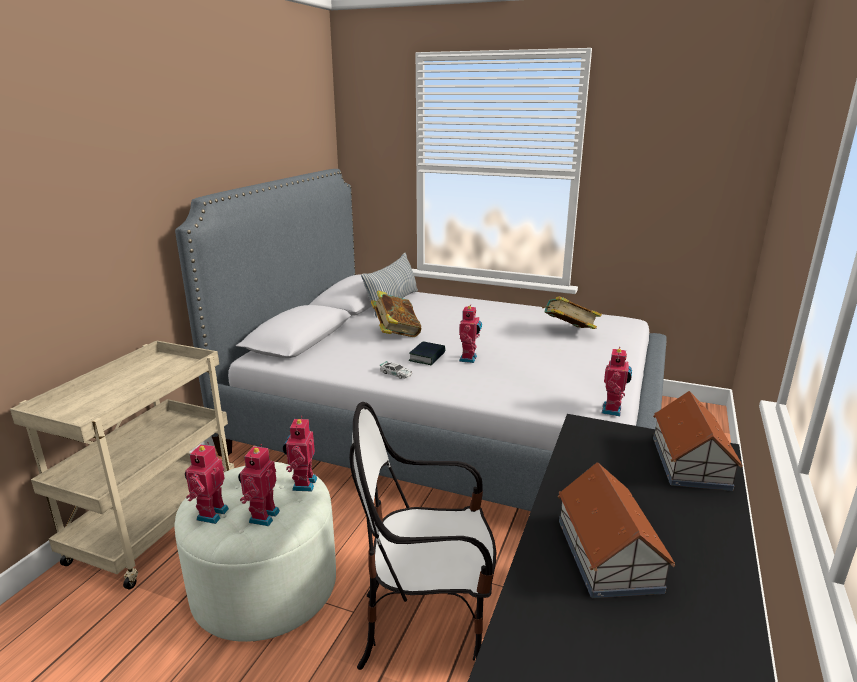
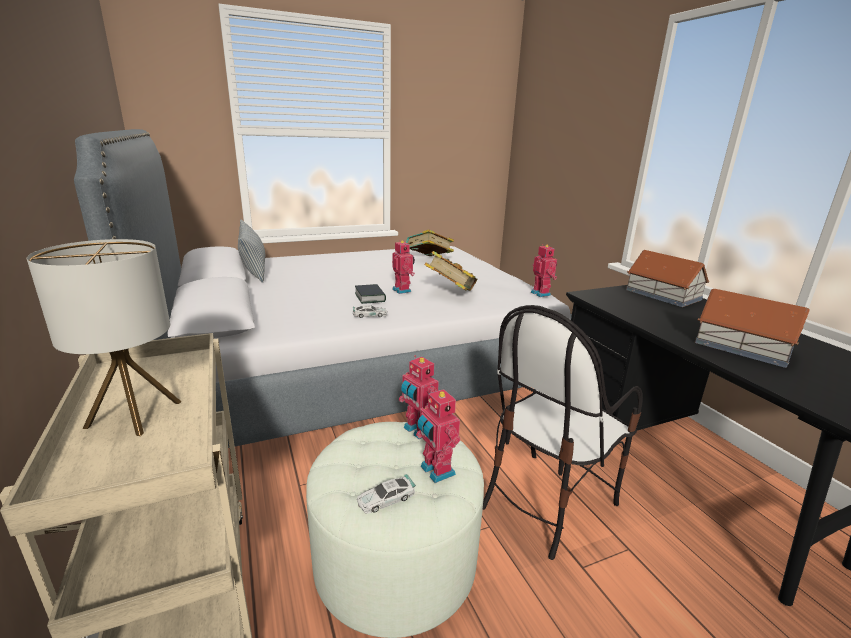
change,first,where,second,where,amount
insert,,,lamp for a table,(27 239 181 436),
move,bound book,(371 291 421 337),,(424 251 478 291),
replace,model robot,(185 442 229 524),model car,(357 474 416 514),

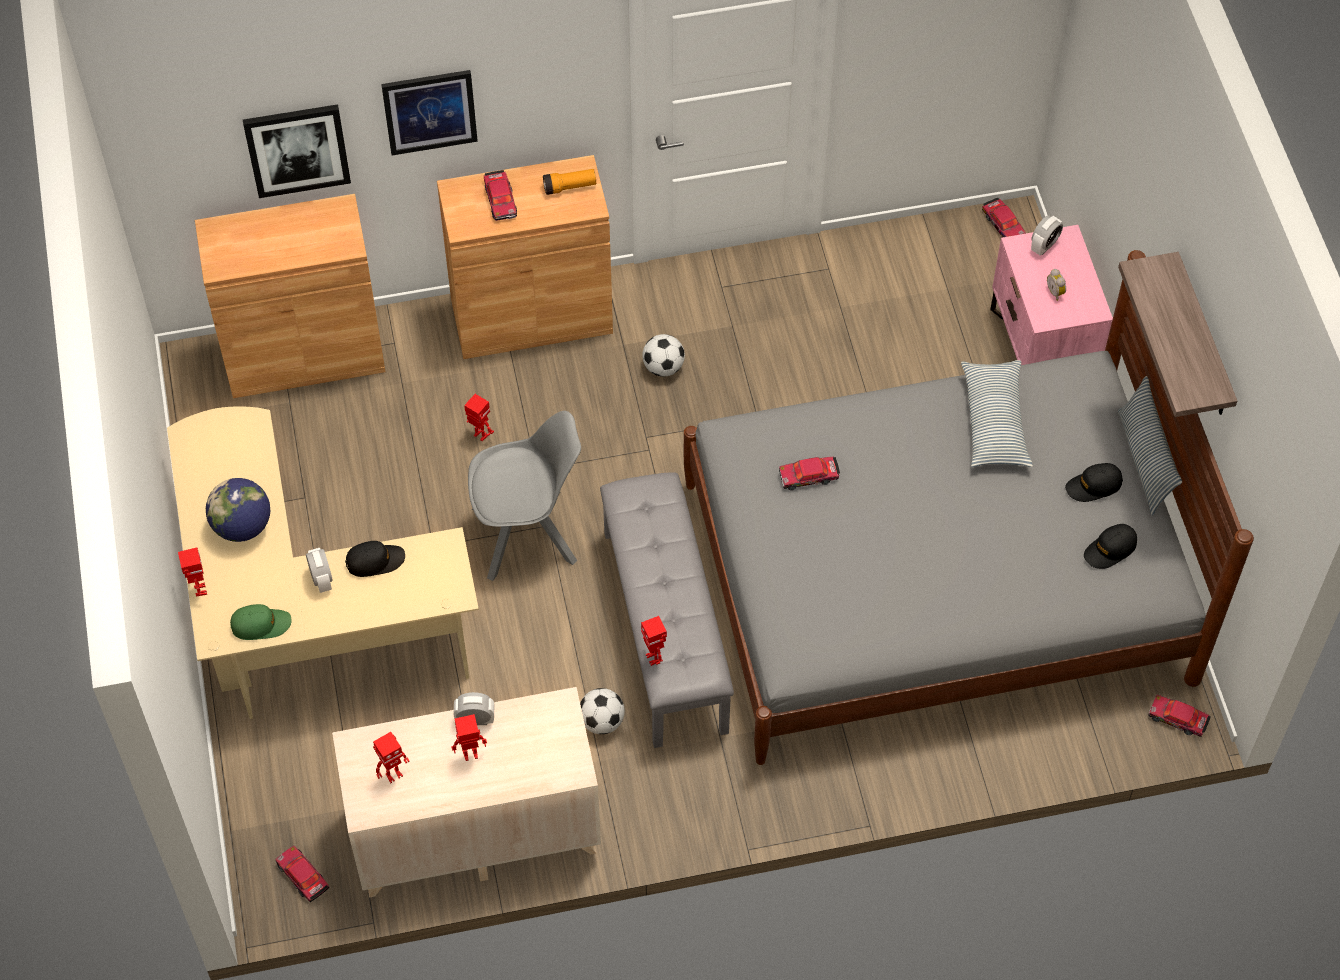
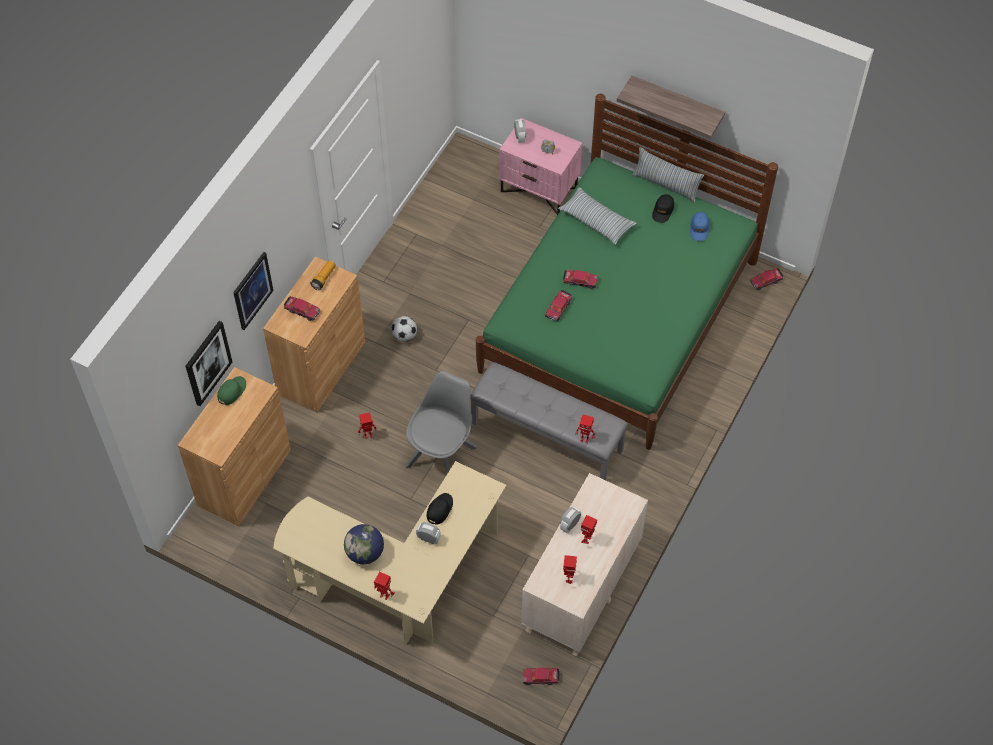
change,first,where,second,where,amount
delete,football ball,(580 688 625 734),,,
move,greenish baseball cap,(230 604 291 640),,(217 376 246 405),
move,model car,(982 198 1026 237),,(563 270 598 289),
recolor,gray bedroom bed,(684 250 1254 765),greenish bedroom bed,(476 93 778 450),
recolor,blackish baseball cap,(1084 524 1137 569),blue baseball cap,(690 212 709 241),

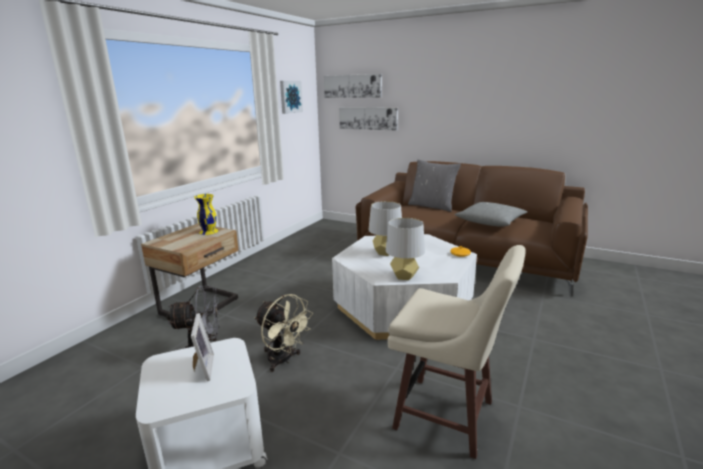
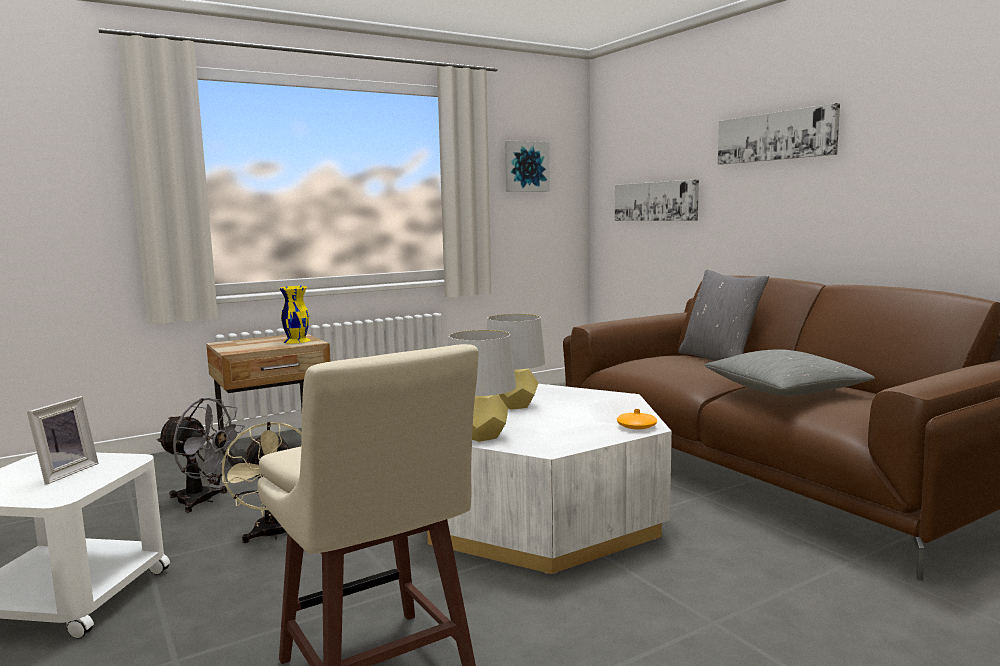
change,first,where,second,where,amount
move,wall art,(324 74 382 98),,(718 103 840 165),

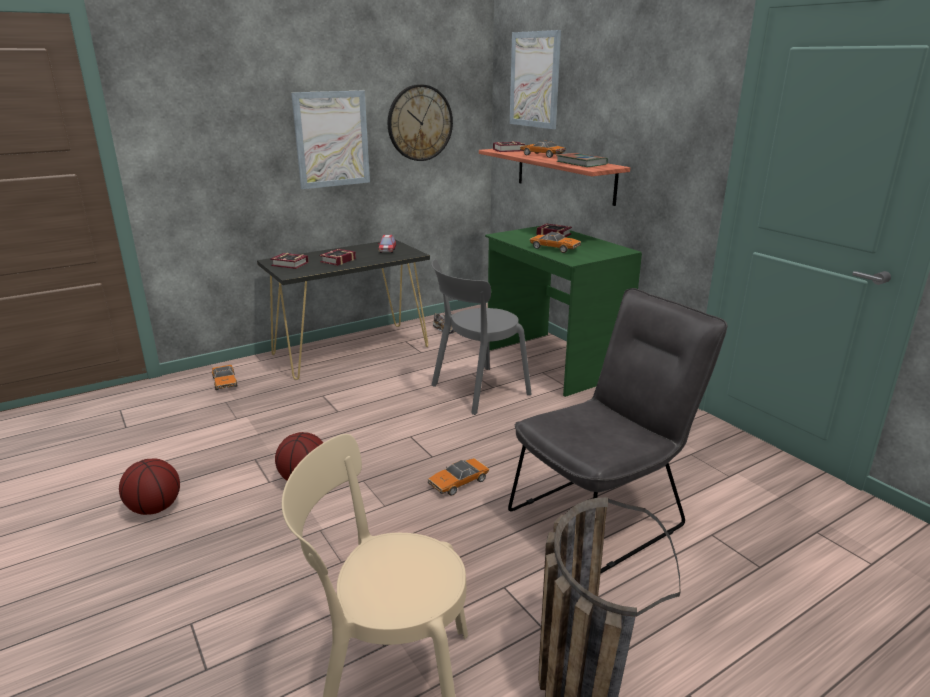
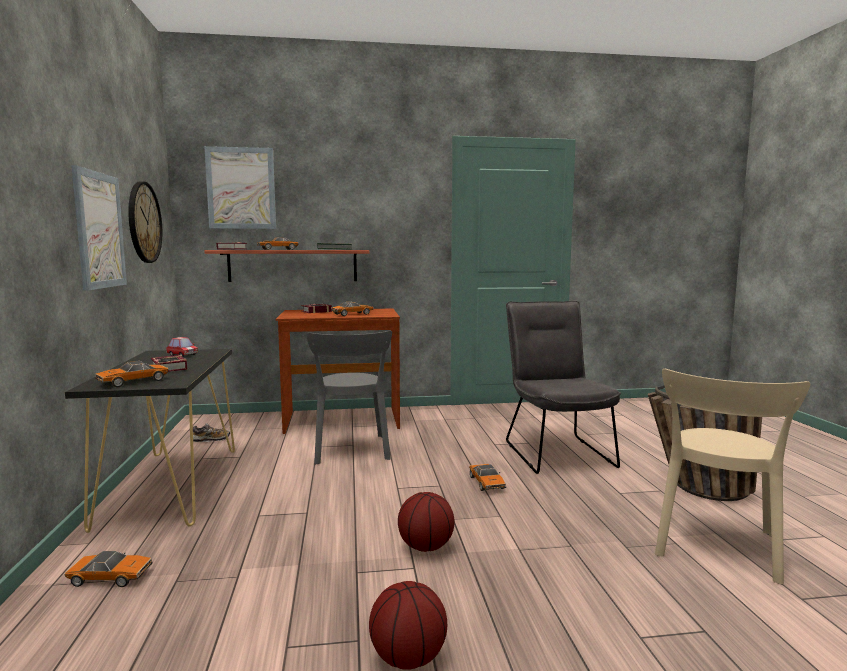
change,first,where,second,where,amount
replace,bound book,(270 253 309 269),model car,(95 361 168 387),
recolor,greenish desk table,(485 226 642 397),brownish desk table,(276 309 400 434),

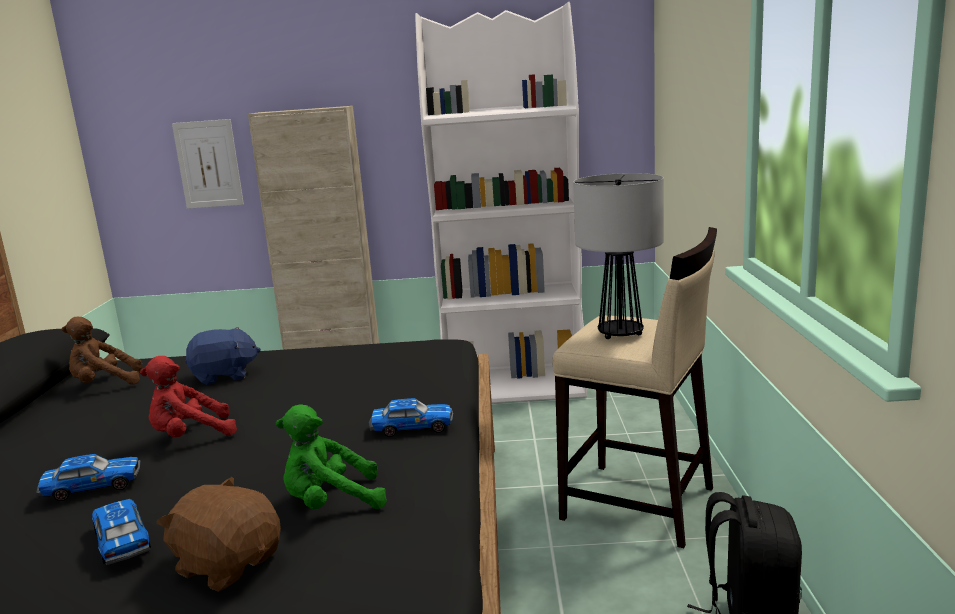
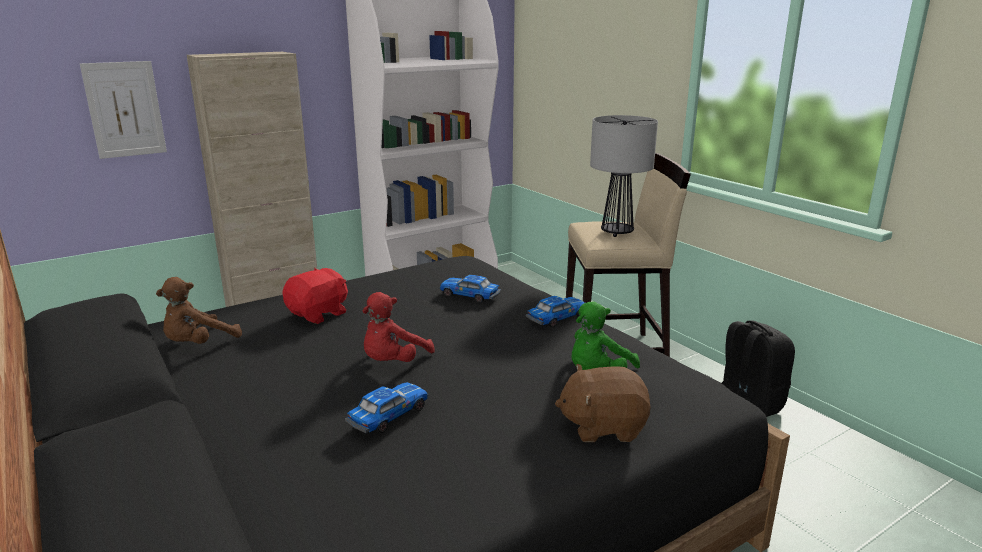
change,first,where,second,where,amount
move,model car,(92 499 151 565),,(439 275 501 303),
recolor,blue plush toy,(185 327 261 385),red-coloured plush toy,(282 268 348 324),

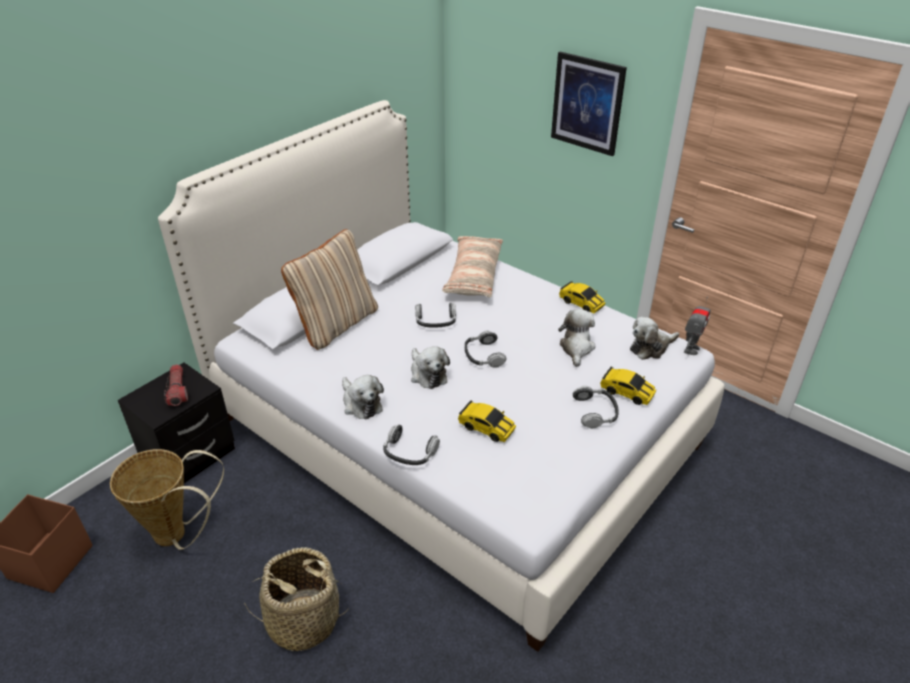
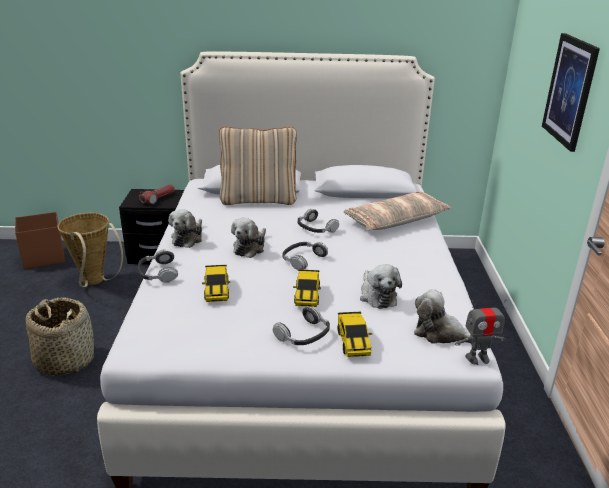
change,first,where,second,where,amount
move,model car,(559 281 605 313),,(293 269 321 307),
rotate,plush toy,(558 309 596 367),,(360 264 402 309),105 degrees clockwise

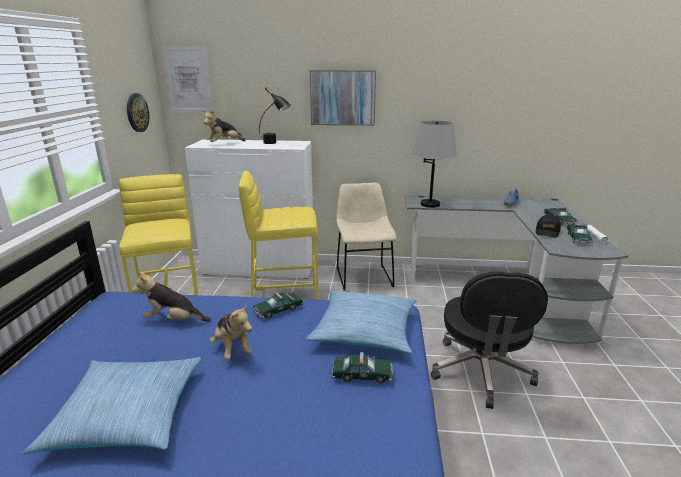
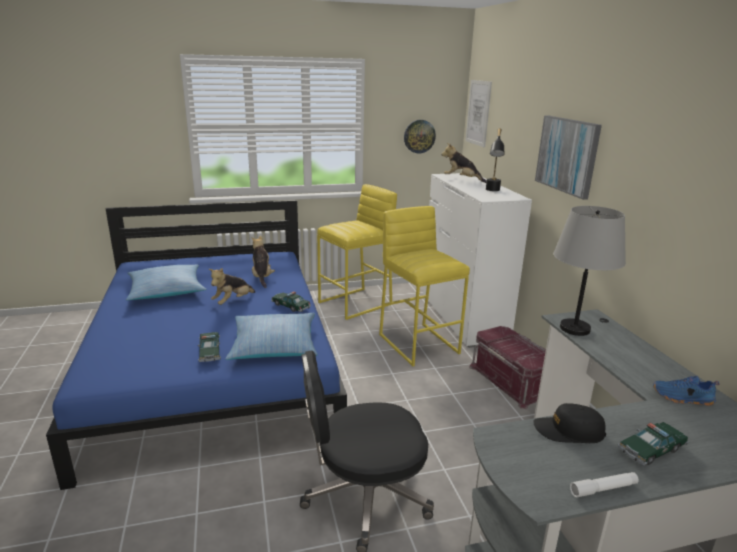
change,first,where,second,where,amount
delete,model car,(566 224 593 244),,,
replace,beige upright chair,(336 182 397 291),red-coloured storage bin,(469 326 546 409),

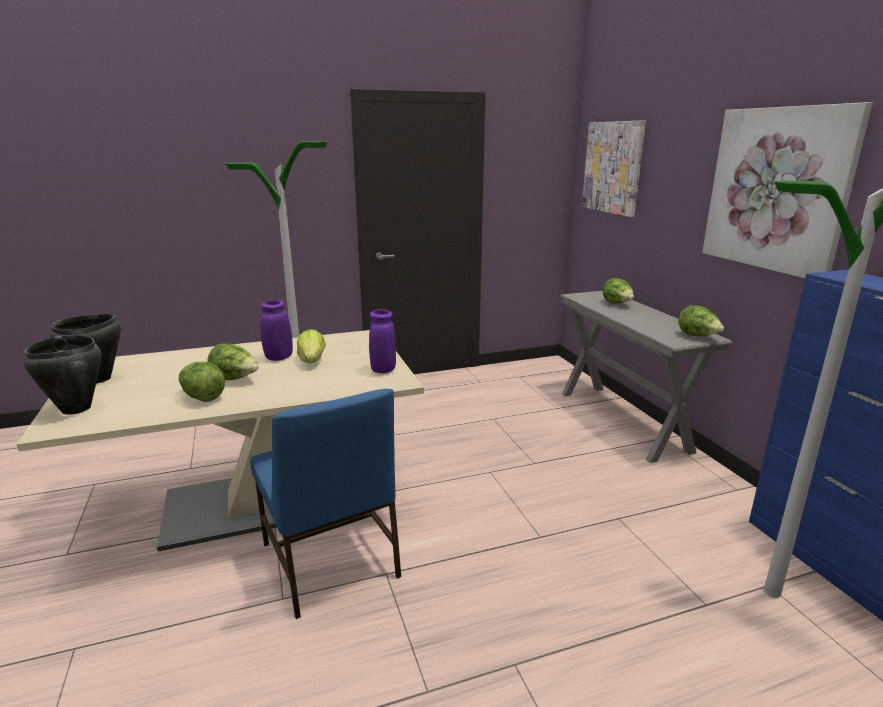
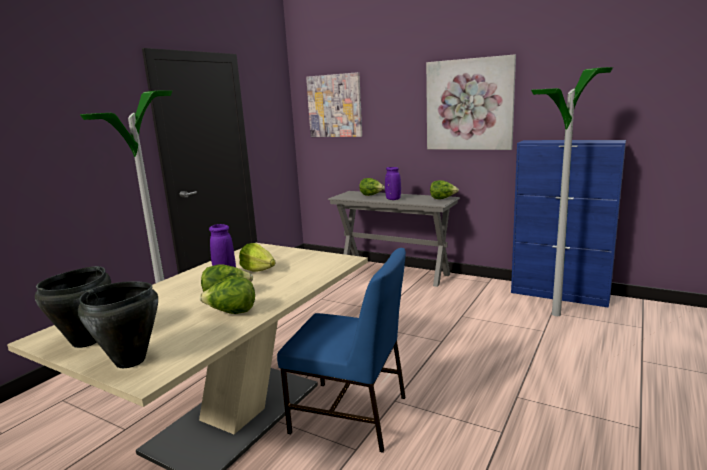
change,first,where,second,where,amount
move,purple-coloured flower vase,(369 309 396 373),,(385 167 401 200),

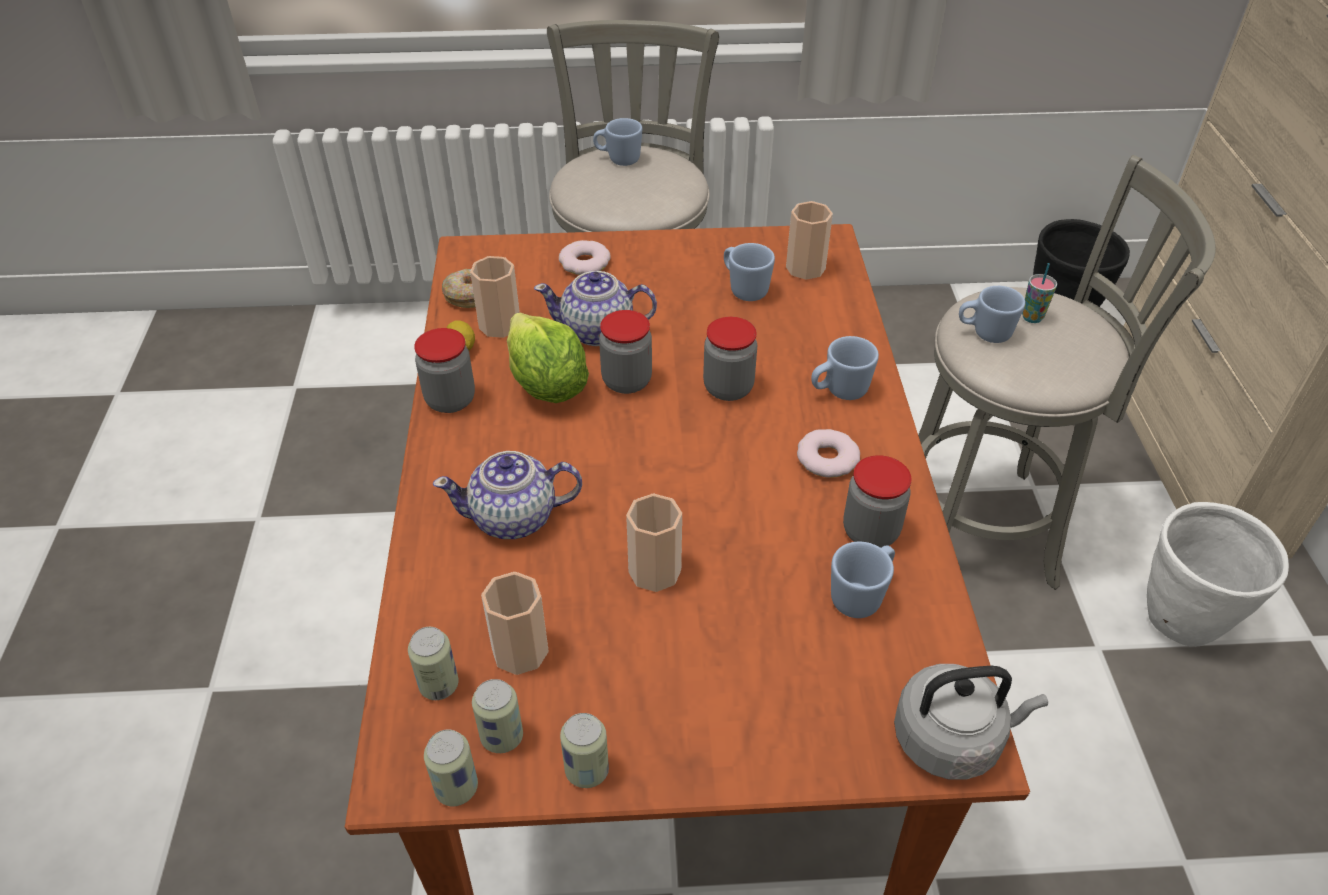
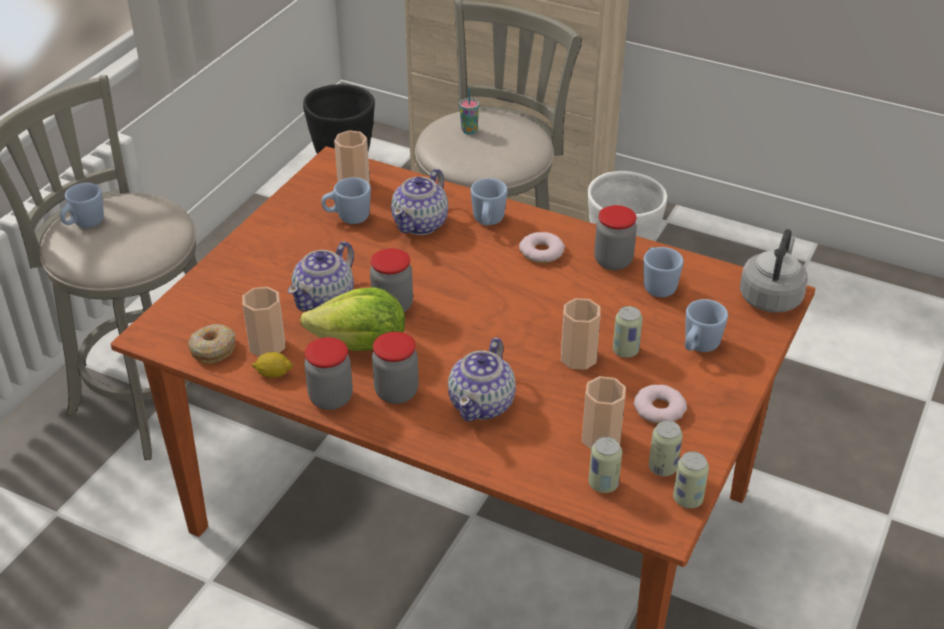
change,first,where,second,where,amount
insert,,,pot for tea,(391 169 448 235),
move,doughnut,(559 240 611 275),,(634 385 687 424),
move,metal can,(560 713 609 788),,(613 306 643 358),
move,jar,(703 317 757 401),,(372 332 419 404),
move,blue mug,(959 286 1025 343),,(685 299 728 352),

